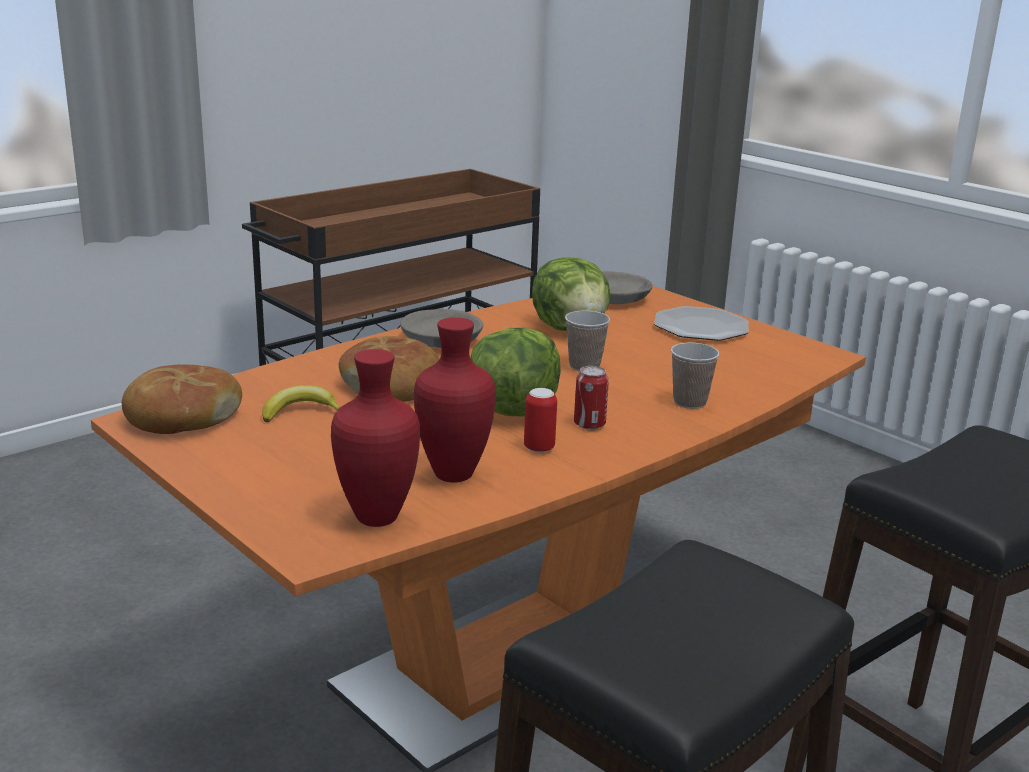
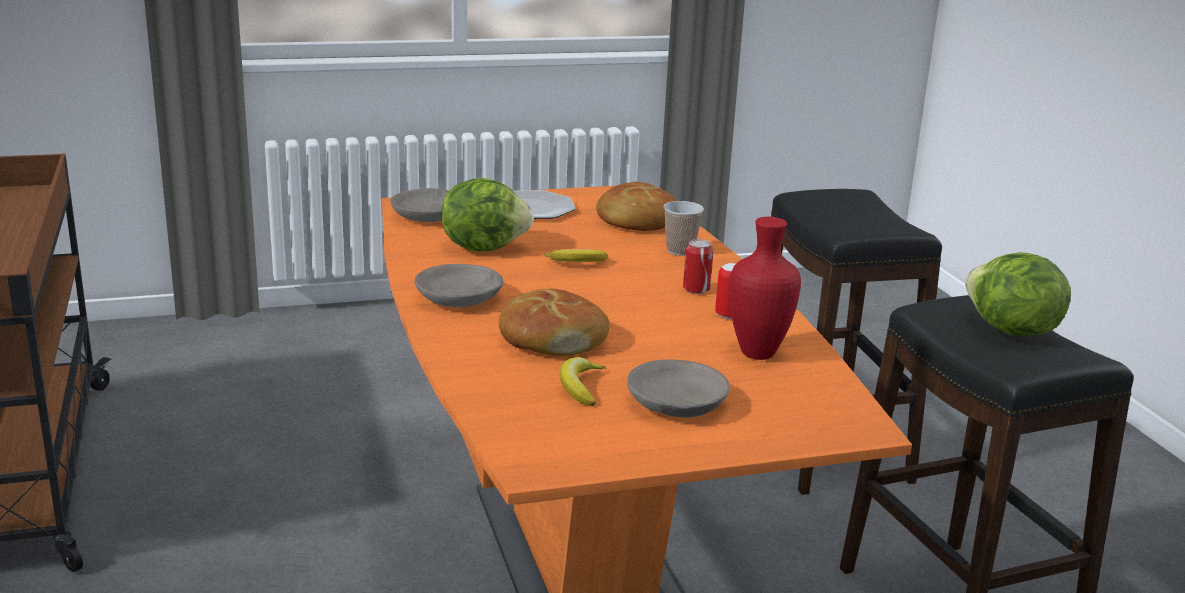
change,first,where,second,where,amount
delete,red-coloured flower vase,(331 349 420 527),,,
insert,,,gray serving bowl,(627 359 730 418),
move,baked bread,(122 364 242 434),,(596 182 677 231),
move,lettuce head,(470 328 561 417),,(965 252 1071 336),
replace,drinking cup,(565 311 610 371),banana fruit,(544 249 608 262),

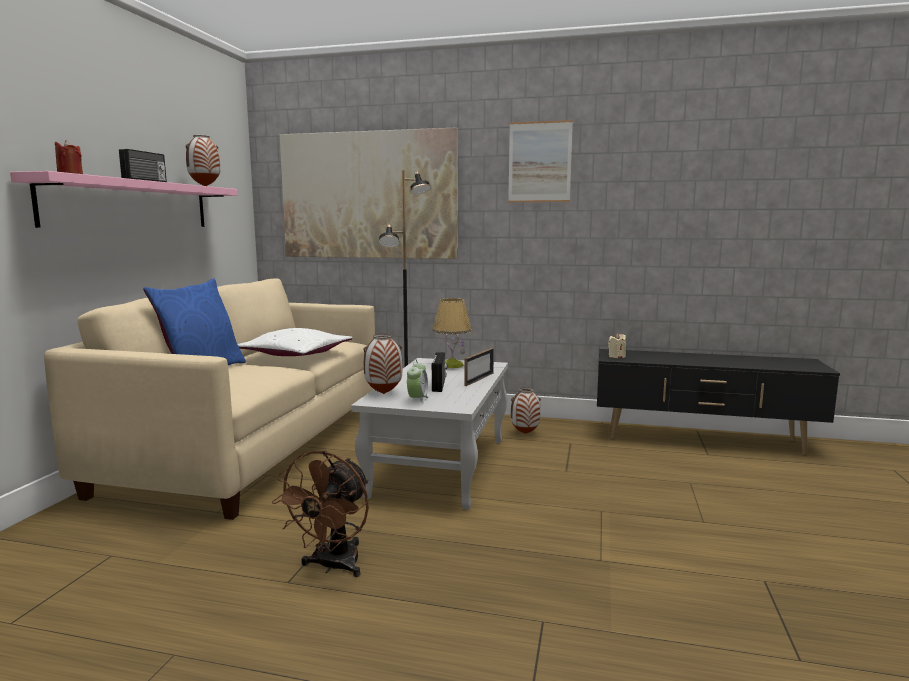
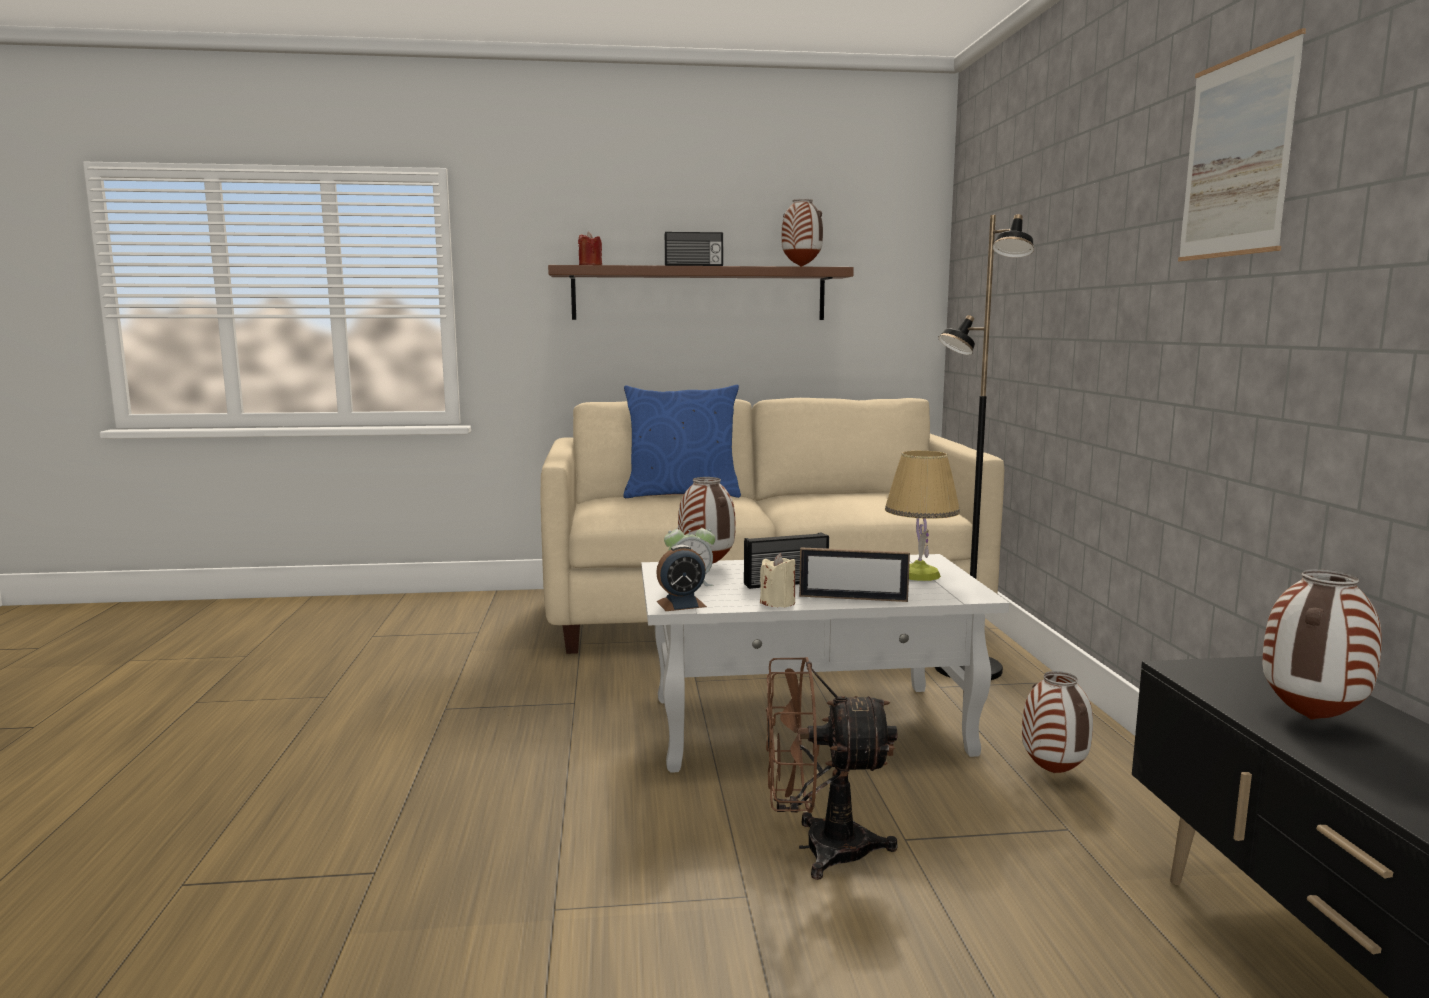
change,first,where,second,where,amount
delete,white cushion,(238 328 353 356),,,
delete,wall art,(280 127 458 259),,,
insert,,,table clock,(656 545 707 611),
insert,,,flower vase,(1262 569 1382 720),
move,brownish cooling fan,(272 450 369 577),,(766 657 898 880),
move,beige candle,(608 333 626 358),,(760 553 796 608),
recolor,pink shelf,(10 171 237 228),brownish shelf,(548 265 854 320),

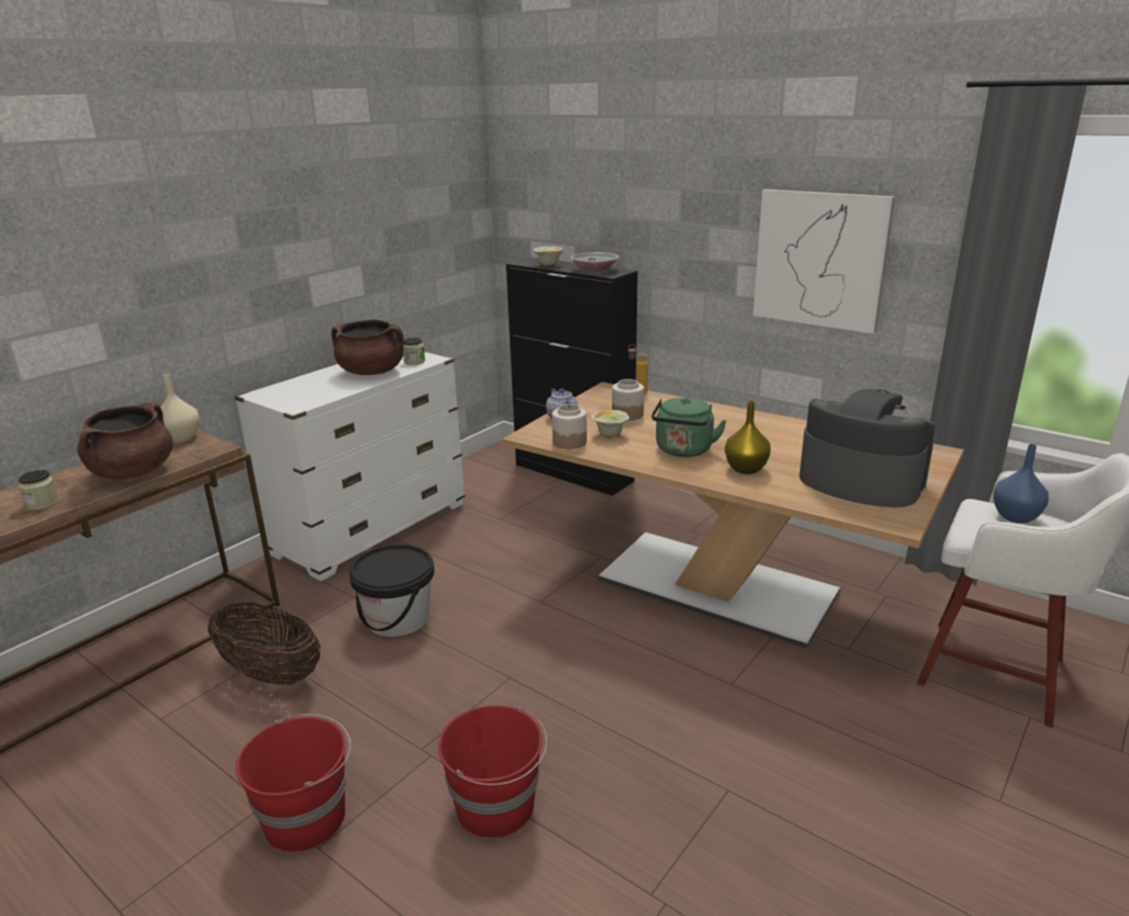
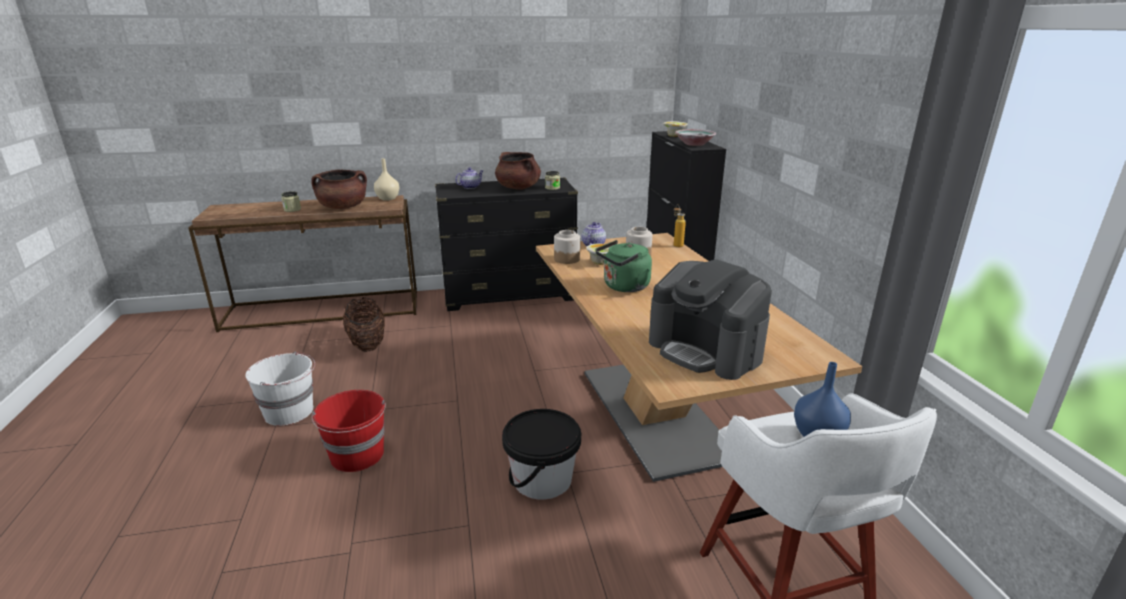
change,first,where,second,where,amount
delete,yellowish flower vase,(725 400 771 474),,,
delete,wall art,(753 189 895 334),,,
insert,,,pot for tea,(455 167 483 189),
move,blackish pail,(349 544 434 637),,(502 409 581 500),
recolor,white chest of drawers,(235 352 465 581),blackish chest of drawers,(435 178 578 311),
recolor,red-coloured pail,(236 714 351 852),white pail,(245 352 315 426),
rotate,coffee maker,(799 389 935 508),,(649 259 772 380),150 degrees clockwise

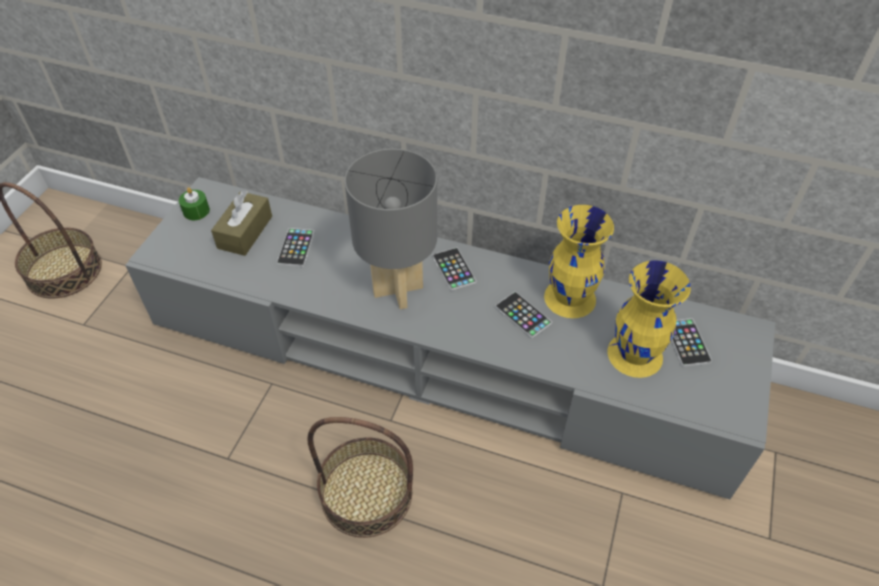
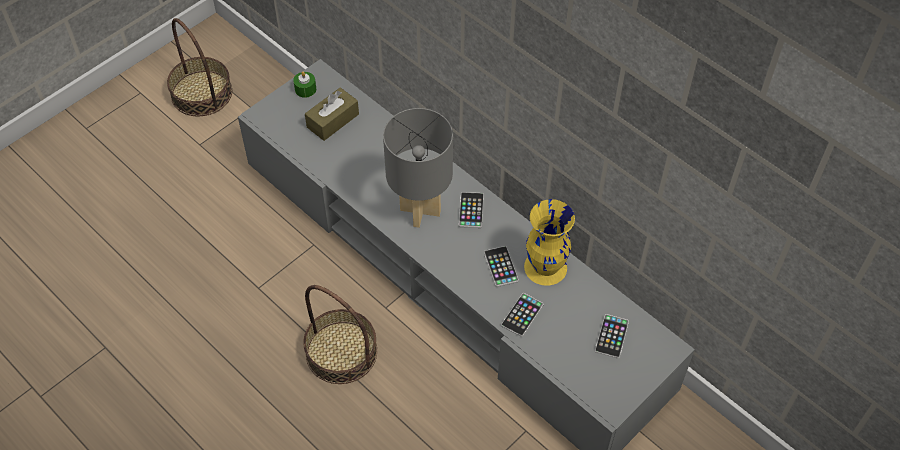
change,first,where,second,where,amount
delete,yellowish flower vase,(608 260 691 378),,,
move,handset,(277 228 315 267),,(501 293 544 337),

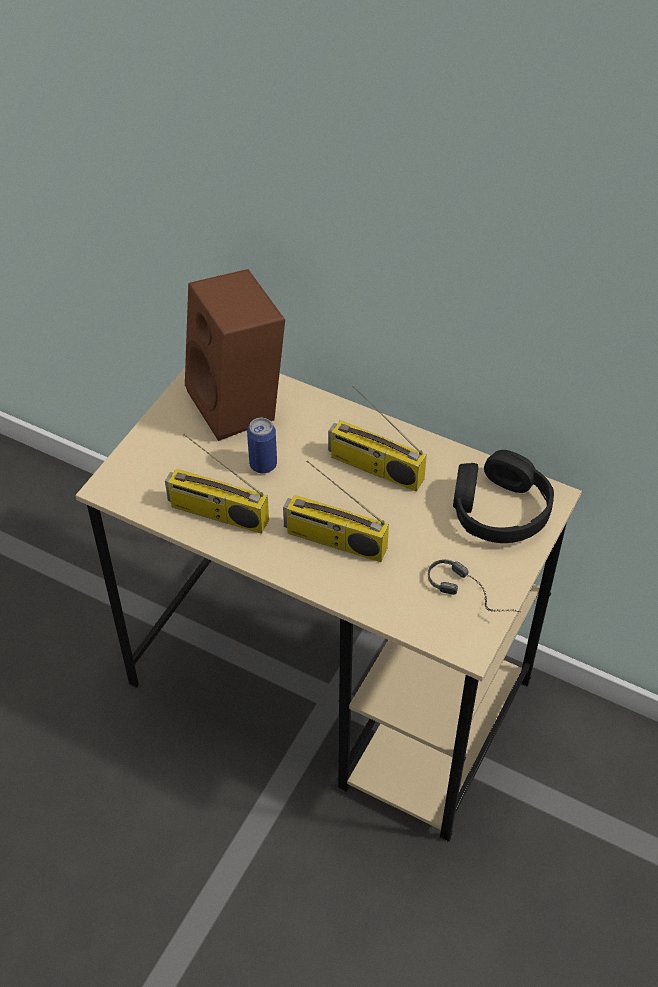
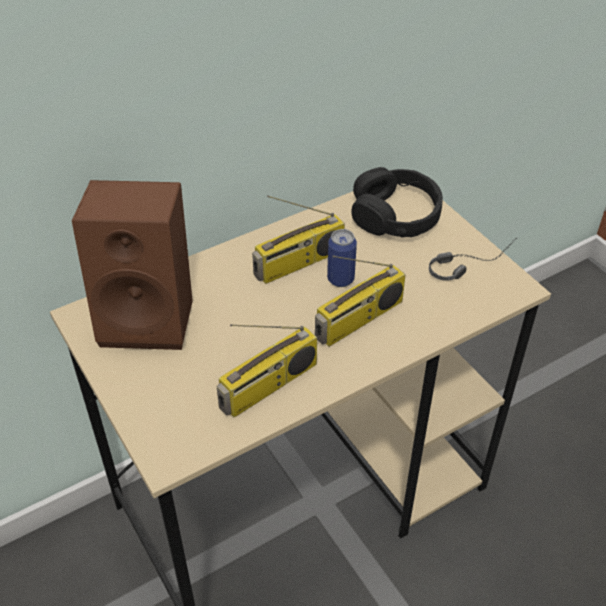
change,first,where,second,where,amount
move,metal can,(247 418 277 474),,(327 229 357 287),

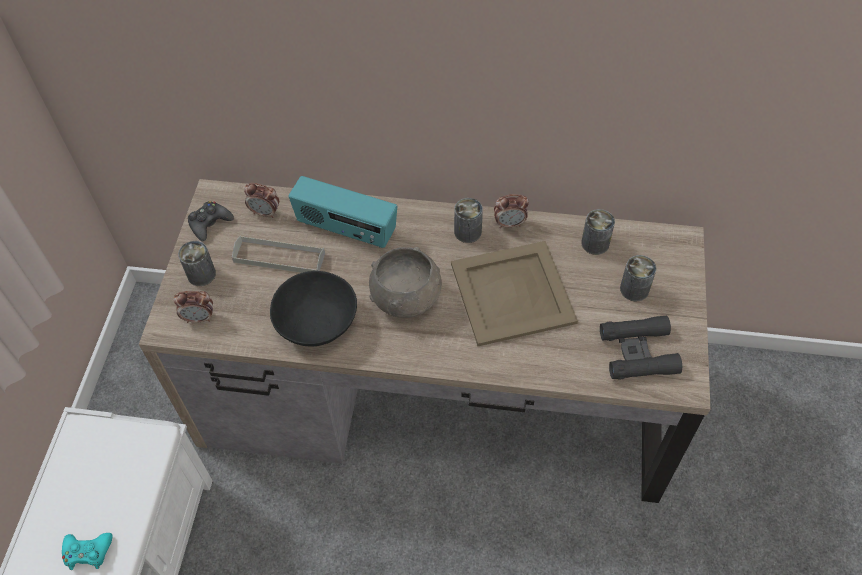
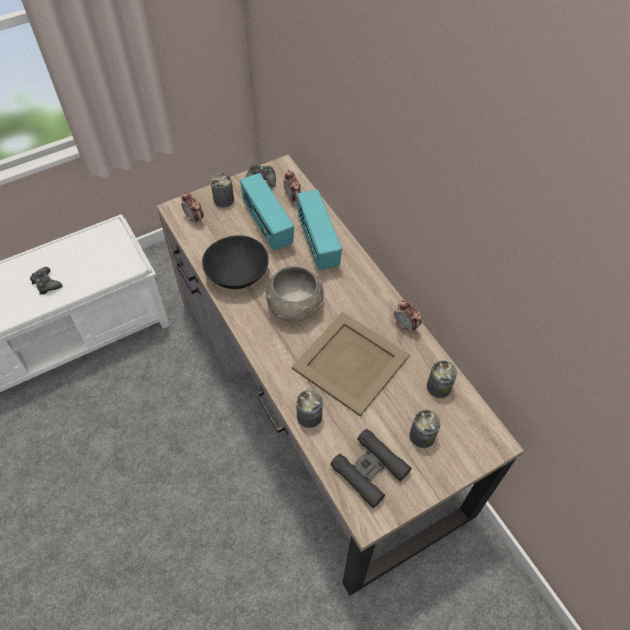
change,first,where,second,where,amount
move,metal can,(454 198 483 243),,(296 389 323 428),
replace,gray serving tray,(232 236 325 273),radio receiver,(240 173 294 250),
recolor,turquoise-coloured game controller,(62 533 113 570),blackish game controller,(30 267 63 295),

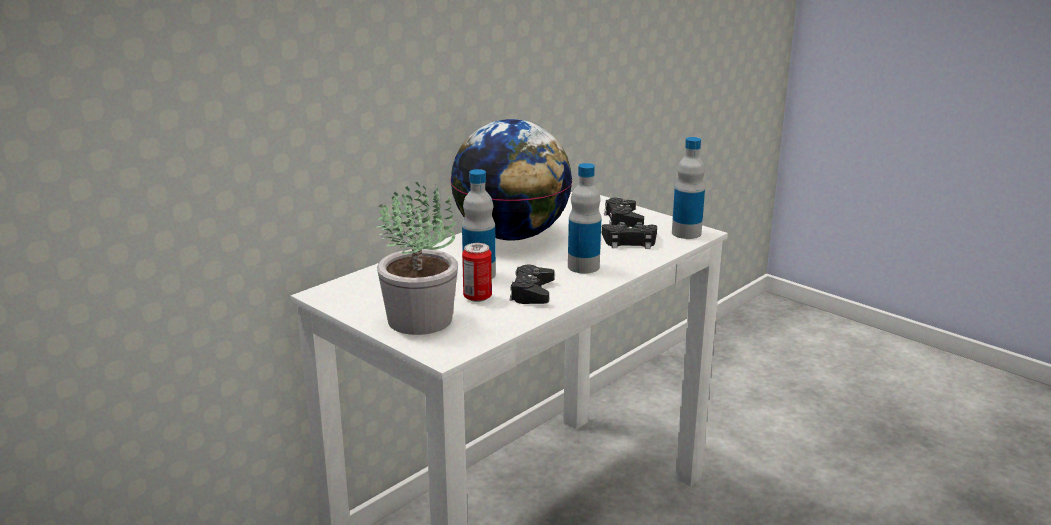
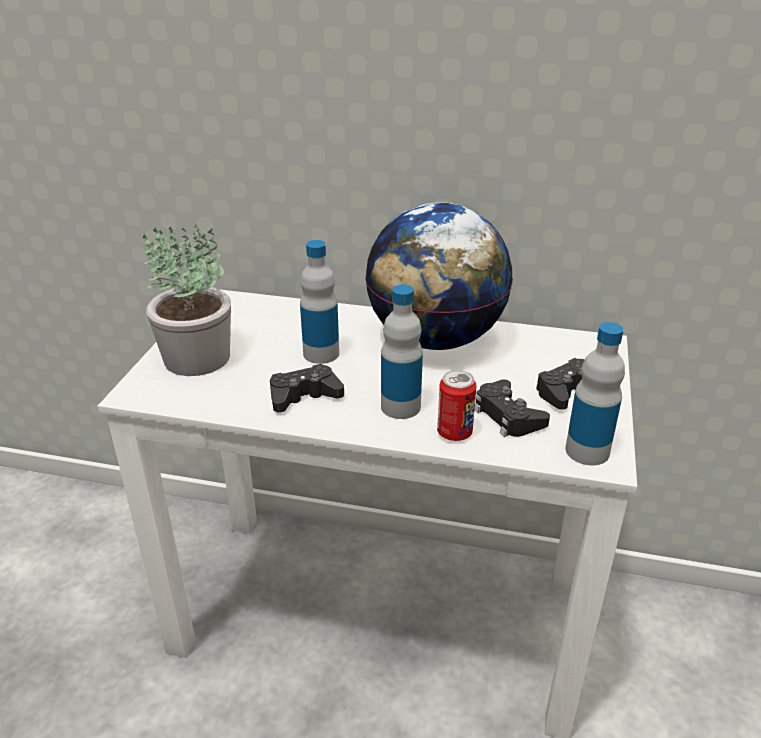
change,first,where,second,where,amount
move,metal can,(462 243 492 302),,(437 370 477 441),

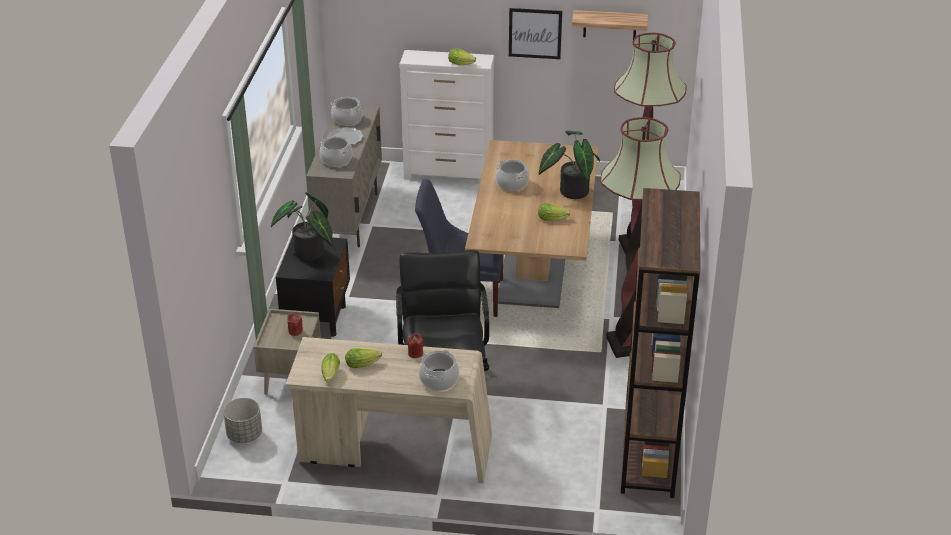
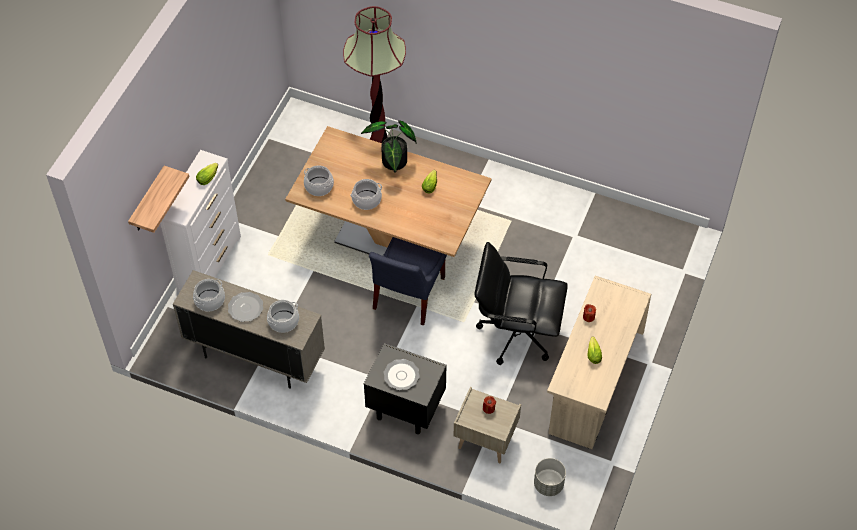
change,first,where,second,where,amount
delete,lettuce head,(321 353 340 383),,,
delete,wall art,(509 8 562 59),,,
delete,standing lamp,(600 117 681 358),,,
delete,brownish bookshelf,(621 188 701 498),,,
move,cooking pot,(419 350 459 391),,(304 165 334 196),
move,shelf,(572 10 648 39),,(128 166 189 233),
replace,houseplant,(271 193 333 261),flat dish,(383 359 420 390),

